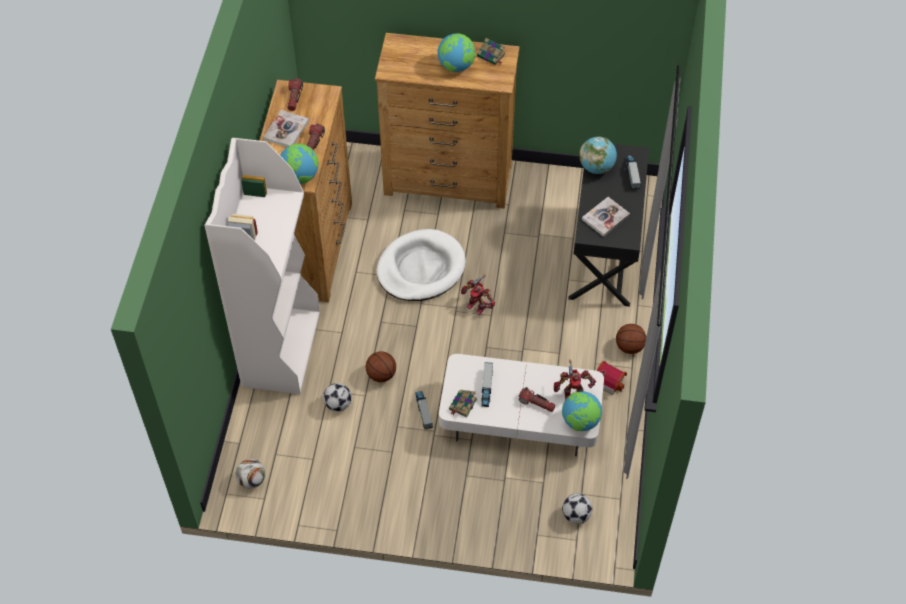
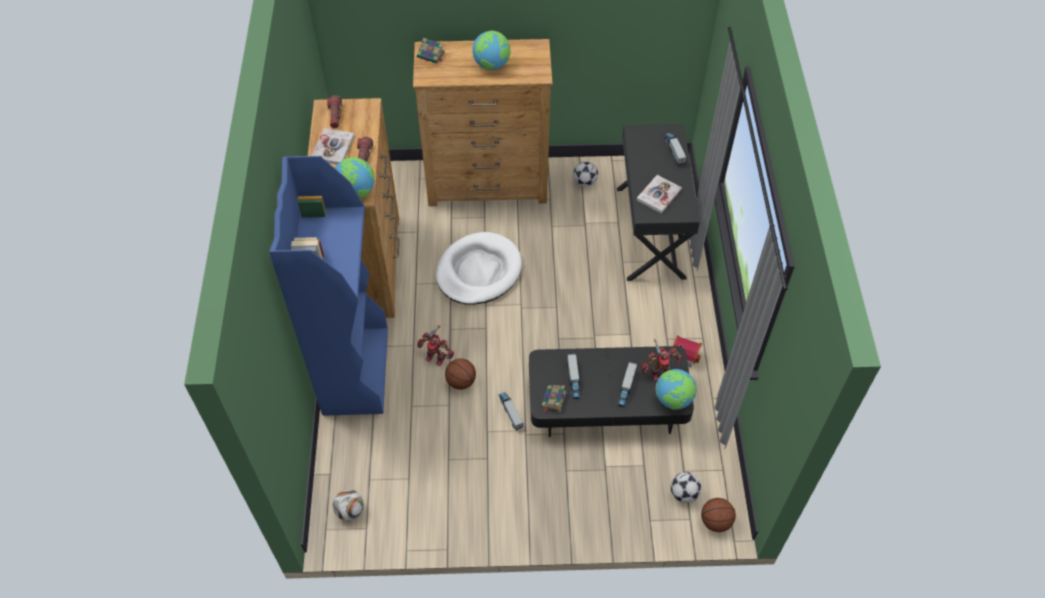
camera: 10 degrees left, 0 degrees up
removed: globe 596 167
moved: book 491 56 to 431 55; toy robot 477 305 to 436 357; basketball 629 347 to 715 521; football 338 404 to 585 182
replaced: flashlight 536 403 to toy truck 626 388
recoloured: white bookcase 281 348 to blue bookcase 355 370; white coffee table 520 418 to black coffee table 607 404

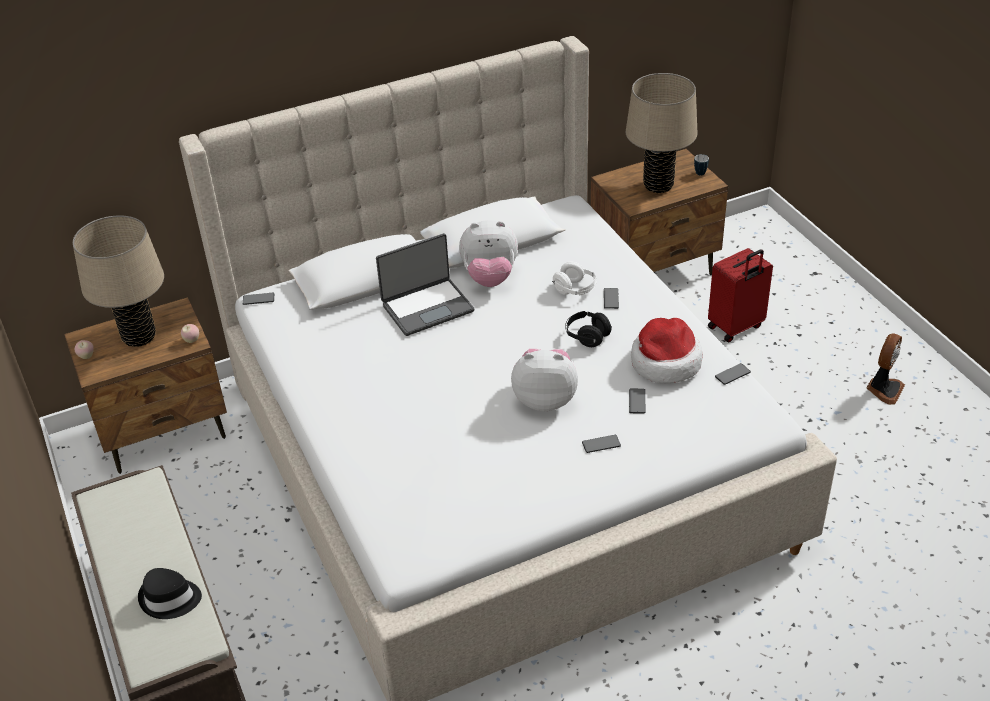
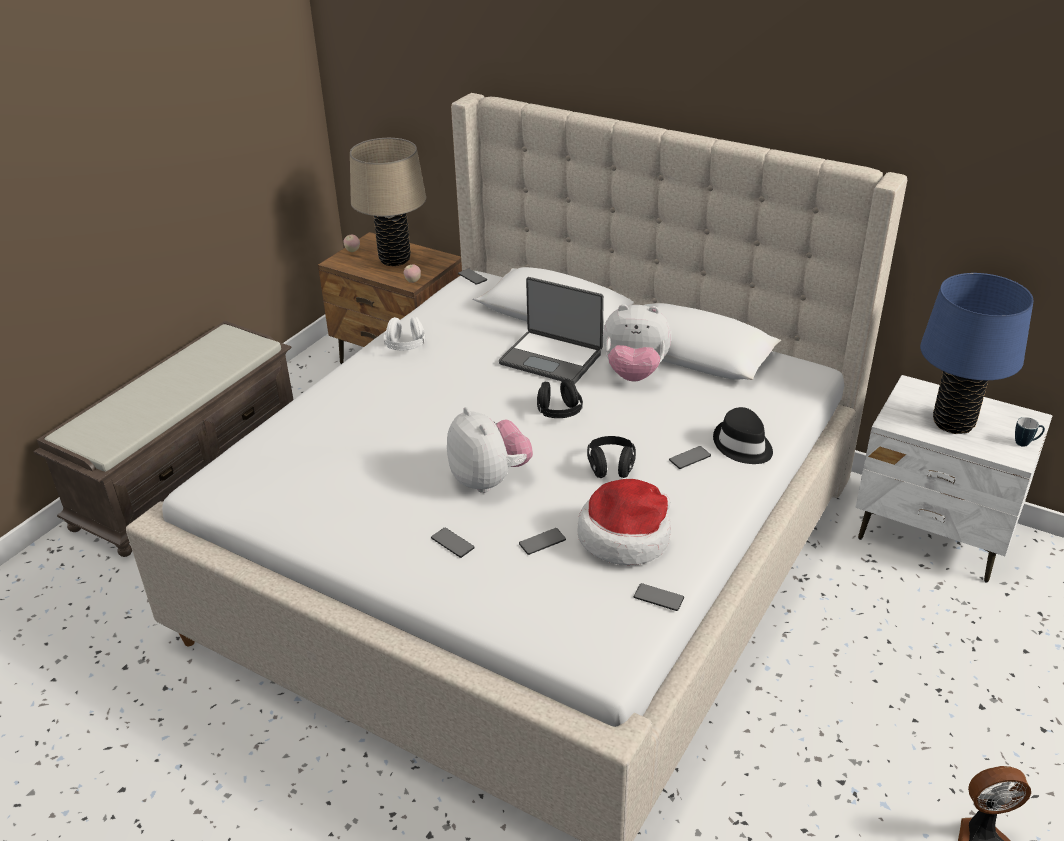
camera: 55 degrees right, 5 degrees down
removed: red suitcase 736 327
added: black headphones 559 413
moved: white headphones 575 290 to 405 347; black hat 170 599 to 742 445
recoloured: beige table lamp 658 185 to blue table lamp 953 423; brown nightstand 655 270 to white nightstand 933 534
turned: plush toy 490 278 = 634 373 45 degrees counterclockwise

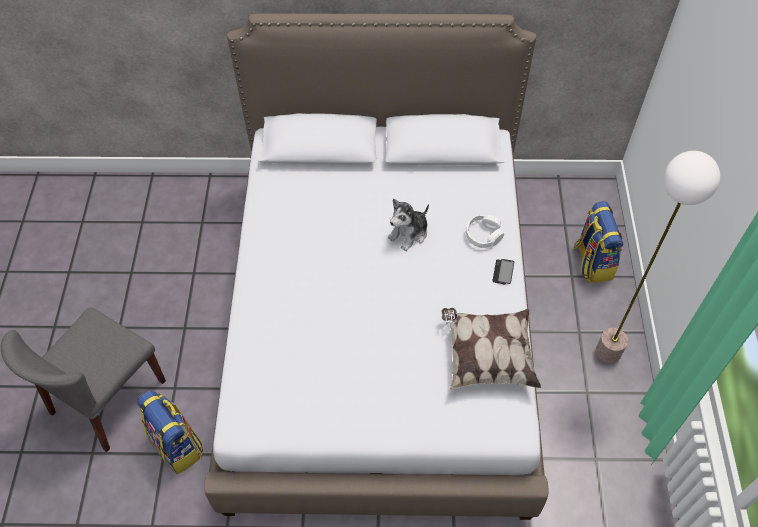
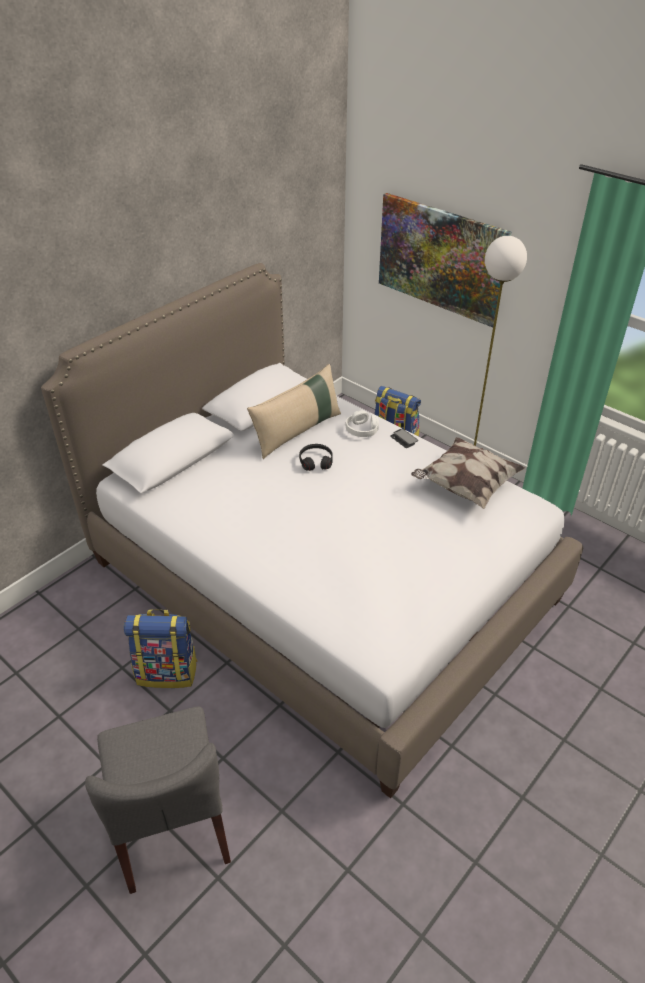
camera: 50 degrees left, 15 degrees down
added: picture 441 258; beige pillow 297 431
moved: backpack 178 445 to 168 672
replaced: plush toy 409 233 to black headphones 316 461

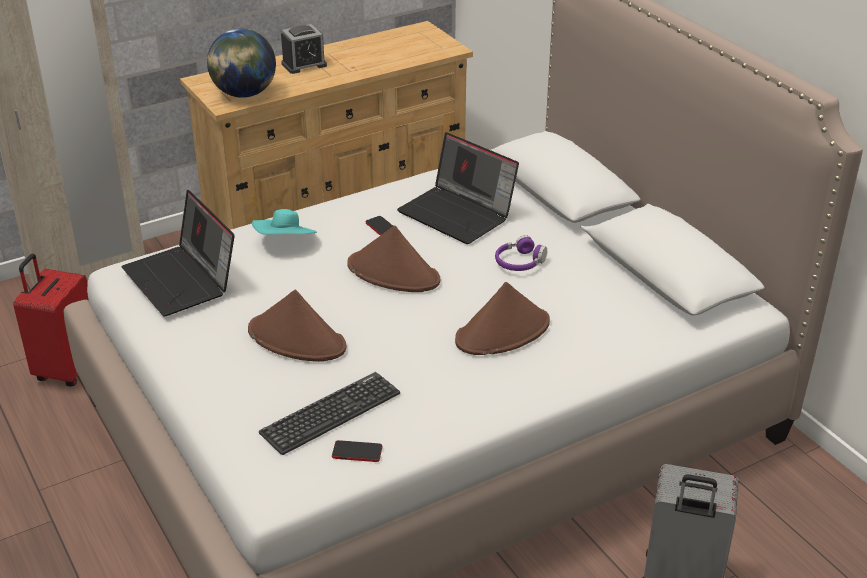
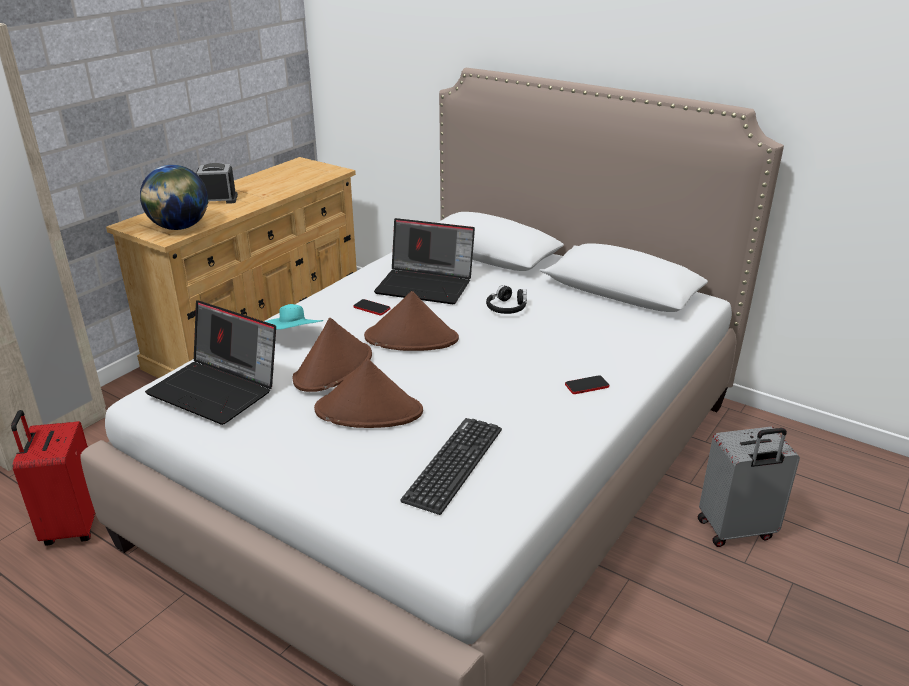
camera: 25 degrees left, 5 degrees down
moved: brown hat 503 332 to 333 368; phone 357 452 to 586 385
recoloured: purple headphones 519 262 to black headphones 507 308
turned: alarm clock 304 65 = 218 199 135 degrees counterclockwise

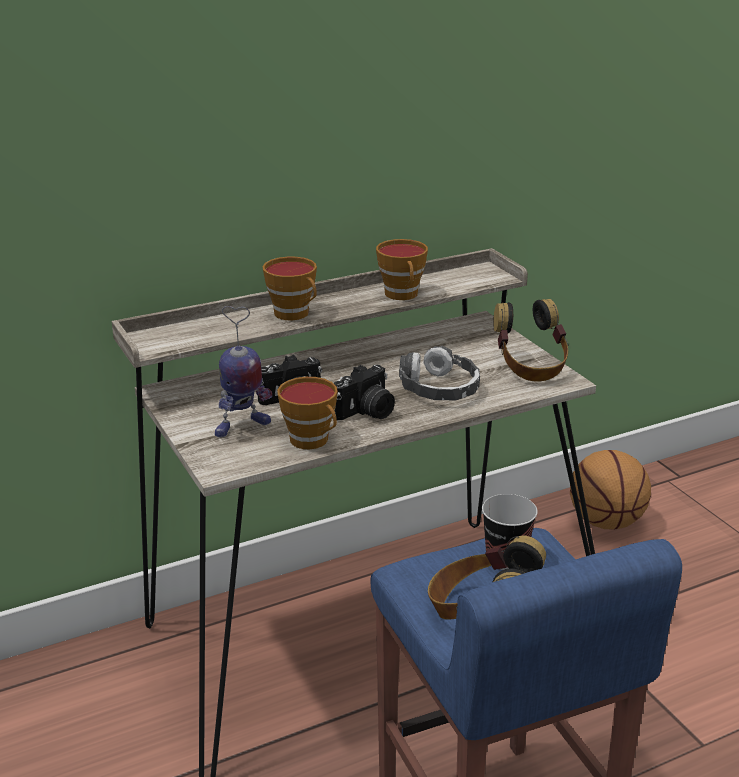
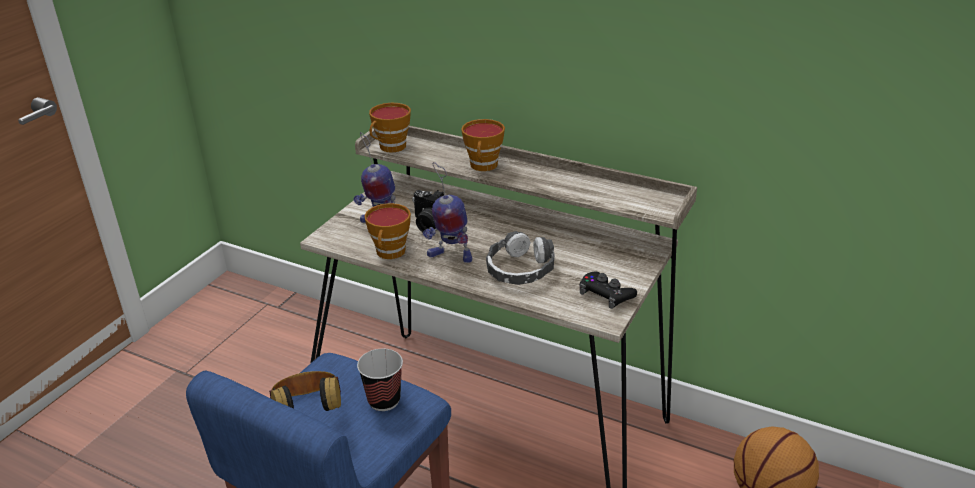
camera: 55 degrees right, 5 degrees up
moved: cup 403 295 to 390 148
replaced: headphones 530 367 to black game controller 606 294; photo camera 366 412 to toy robot 449 256

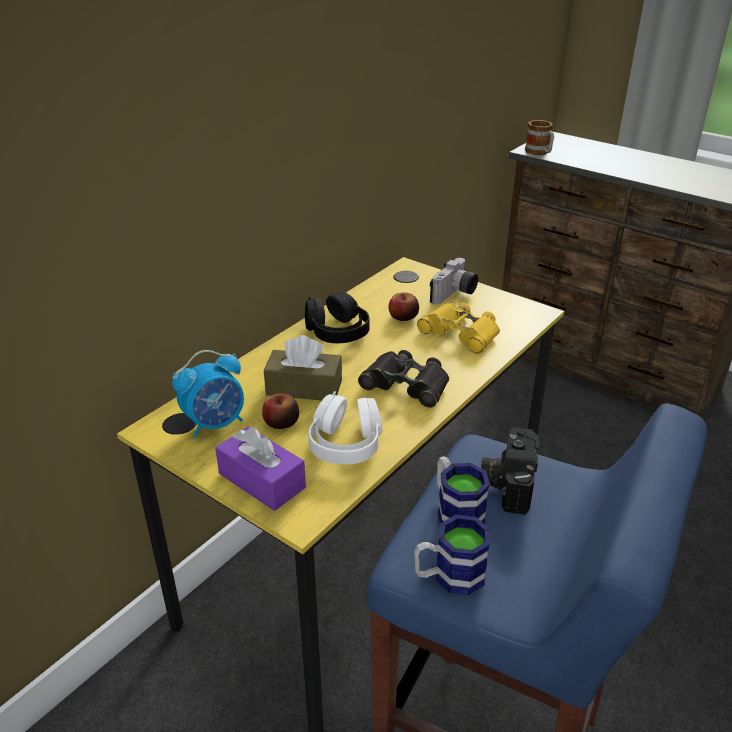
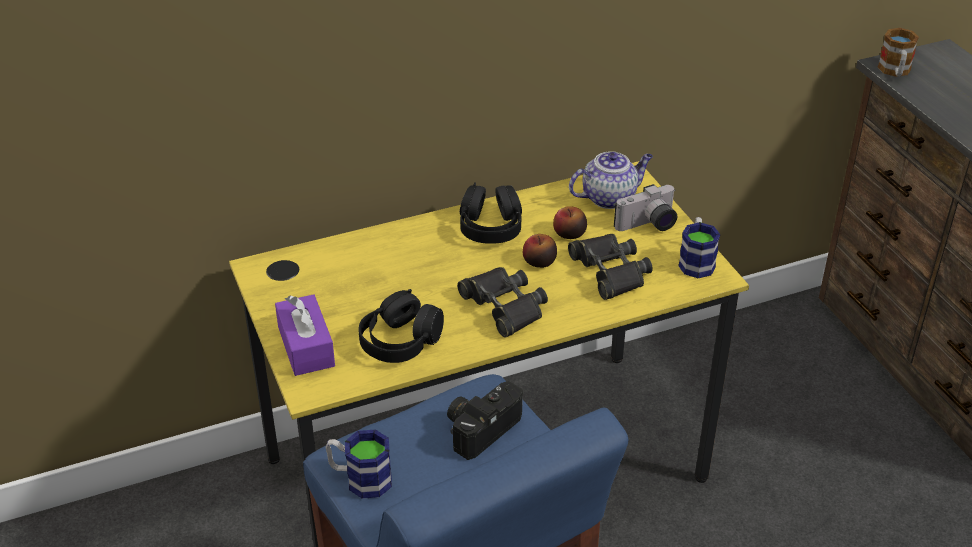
camera: 30 degrees right, 5 degrees up
removed: brown tissue box 304 387; alarm clock 215 423
added: teapot 609 197
moved: apple 281 423 to 539 261; mug 455 511 to 696 261
recoloured: yellow binoculars 460 333 to black binoculars 610 271; white headphones 346 443 to black headphones 400 341

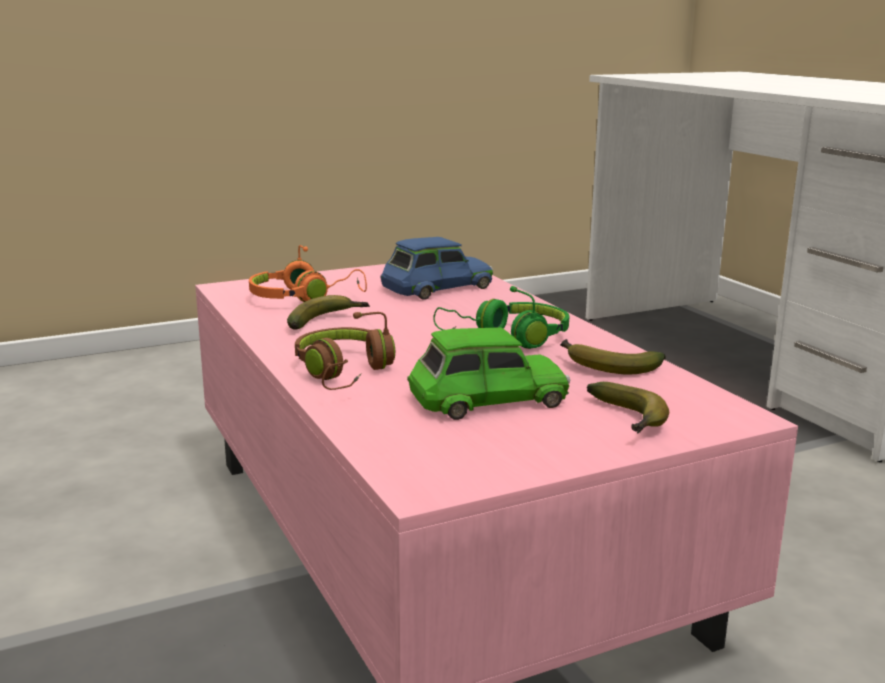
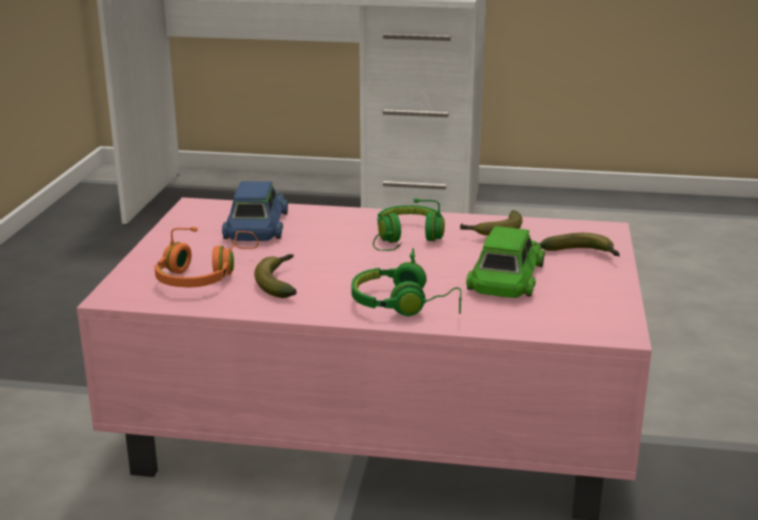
camera: 55 degrees left, 5 degrees up
recoloured: brown headphones 345 373 to green headphones 406 305

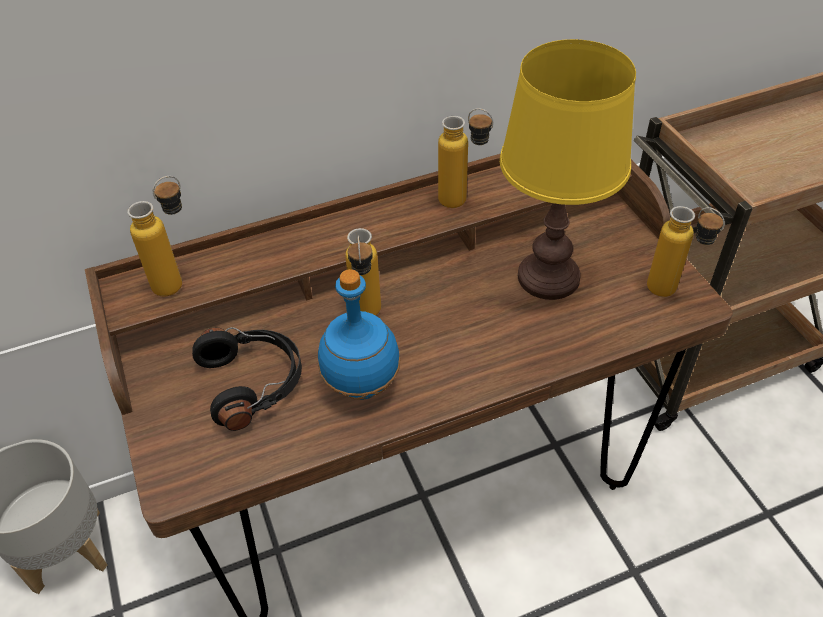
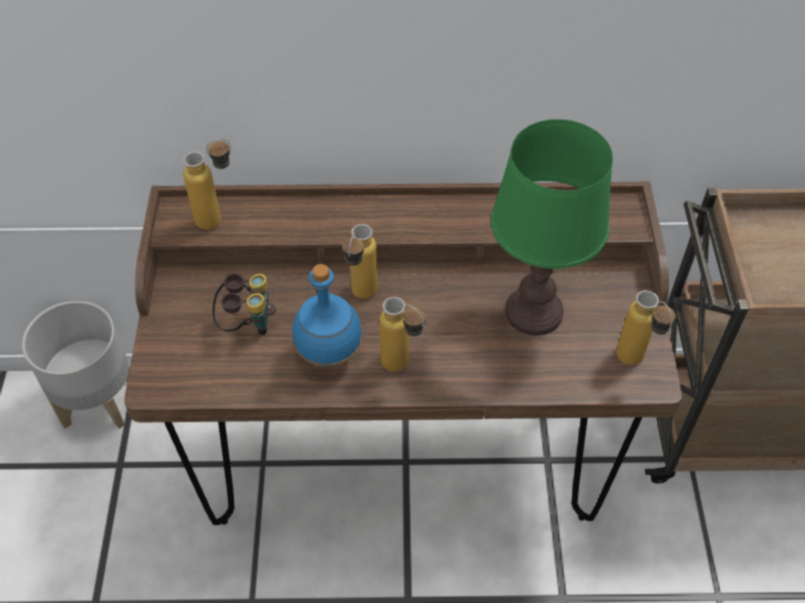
camera: 20 degrees right, 5 degrees up
moved: bottle 463 203 to 403 368
replaced: black headphones 254 383 to binoculars 247 323
recoloured: yellow table lamp 549 278 to green table lamp 534 313

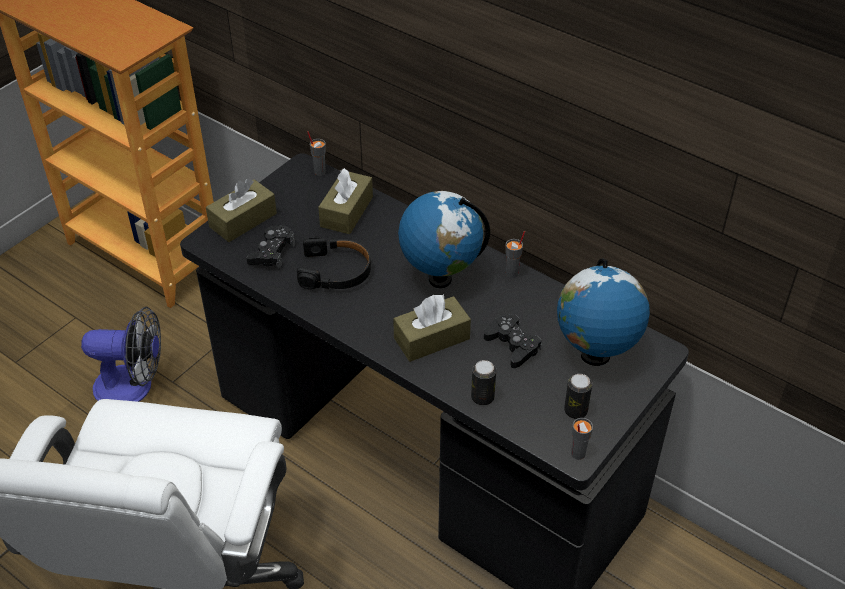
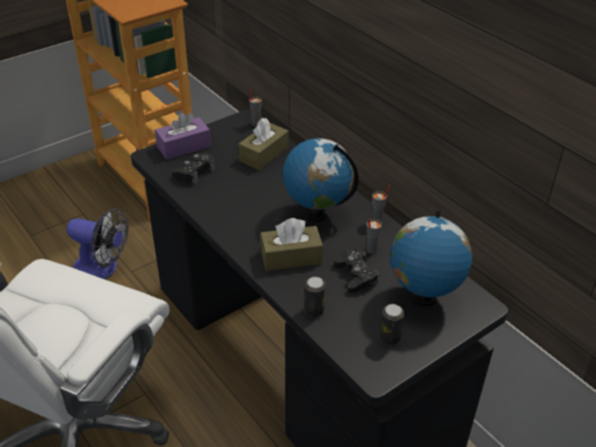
camera: 15 degrees right, 5 degrees down
removed: black headphones 336 271
moved: grey cup 577 454 to 371 250
recoloured: brown tissue box 243 220 to purple tissue box 184 146

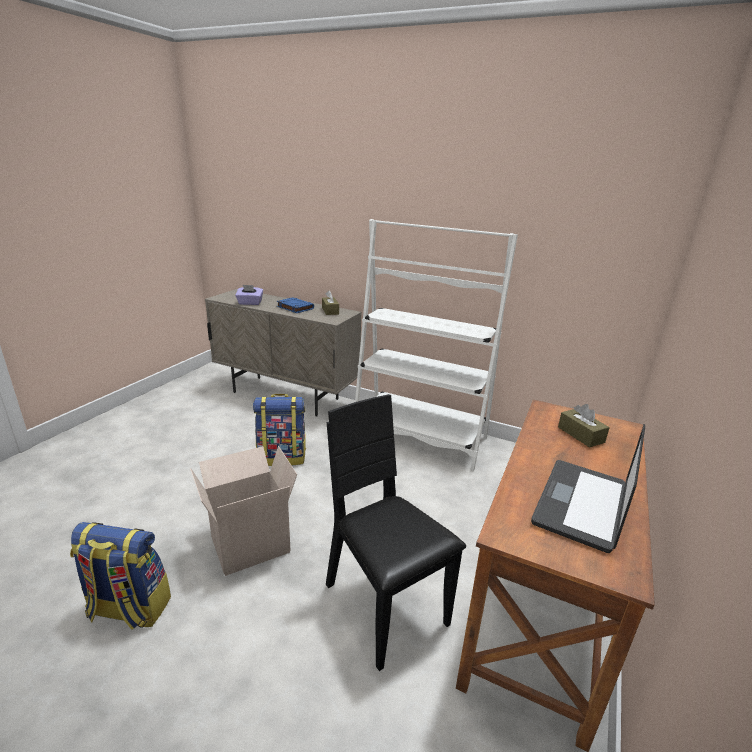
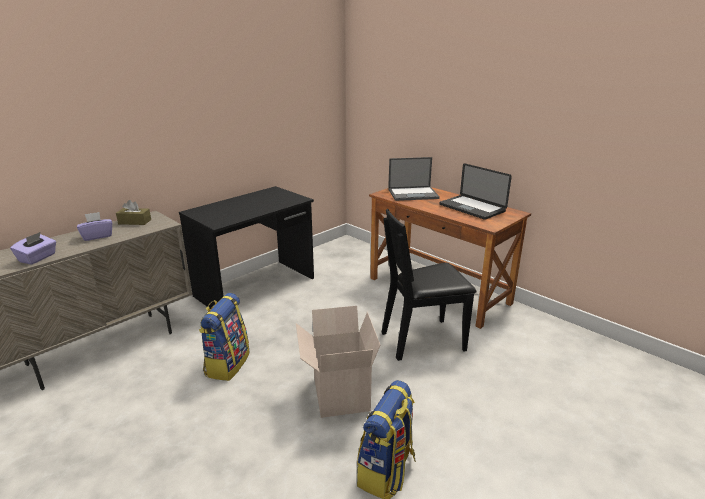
camera: 70 degrees left, 0 degrees up
replaced: white bookcase 420 436 to black desk 256 287; blue book 294 307 to purple tissue box 97 236; brown tissue box 580 435 to laptop 413 194

